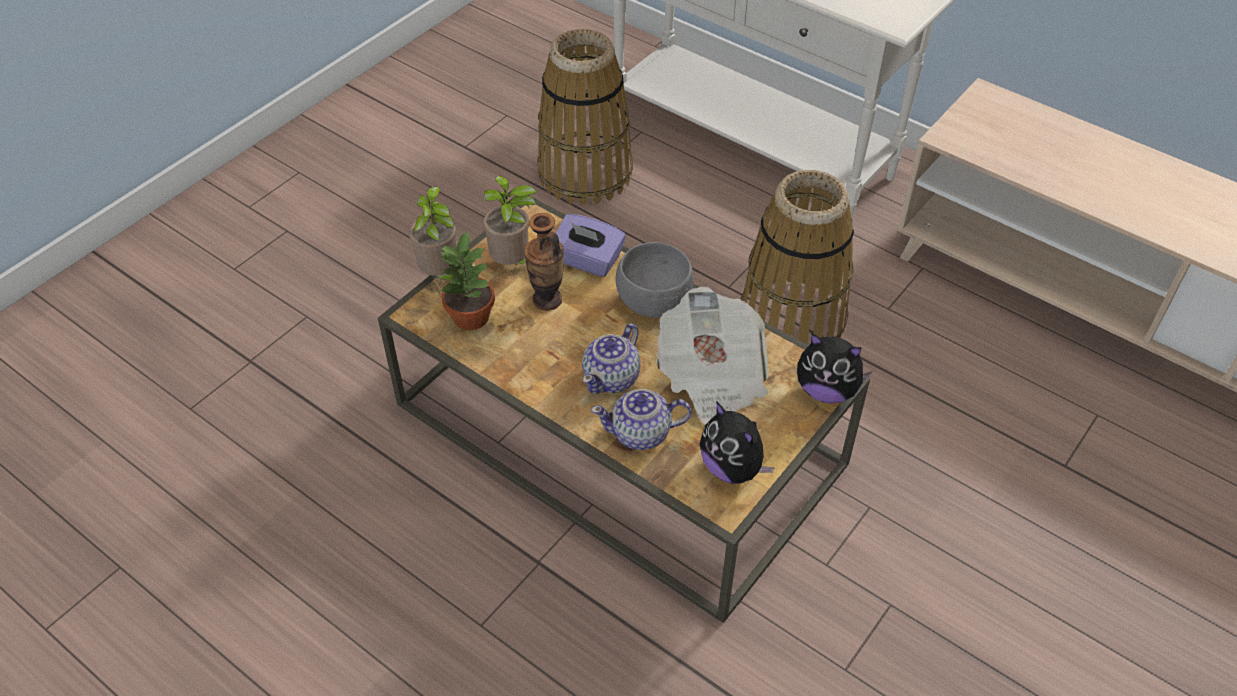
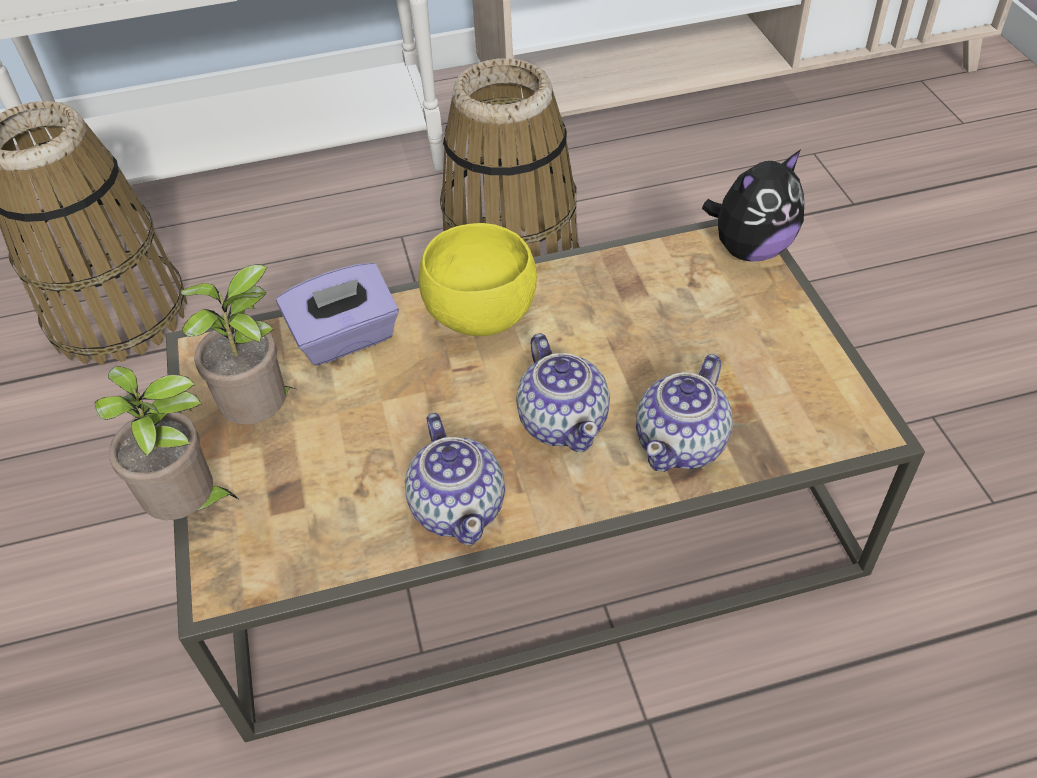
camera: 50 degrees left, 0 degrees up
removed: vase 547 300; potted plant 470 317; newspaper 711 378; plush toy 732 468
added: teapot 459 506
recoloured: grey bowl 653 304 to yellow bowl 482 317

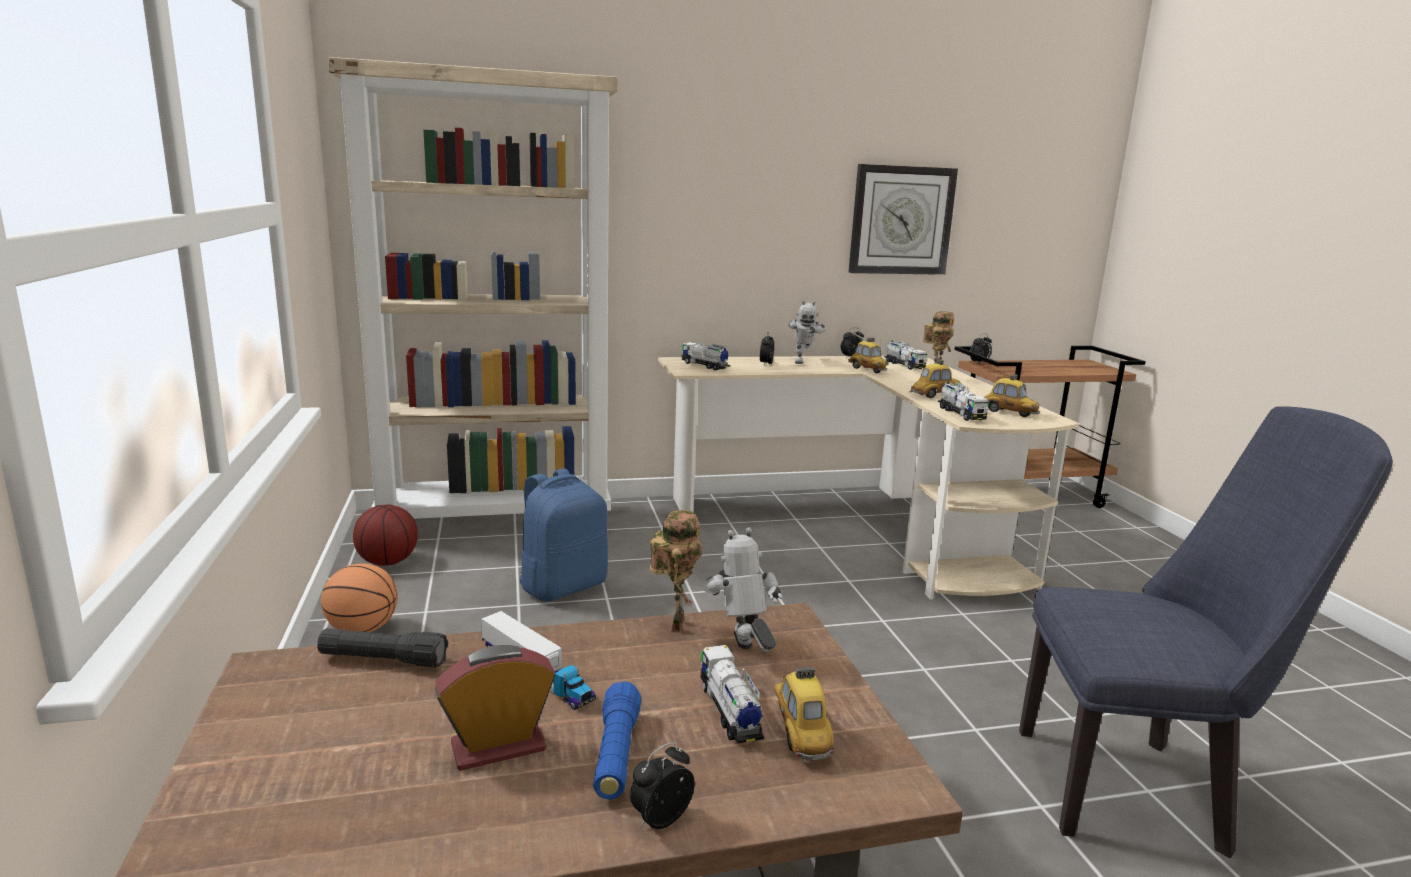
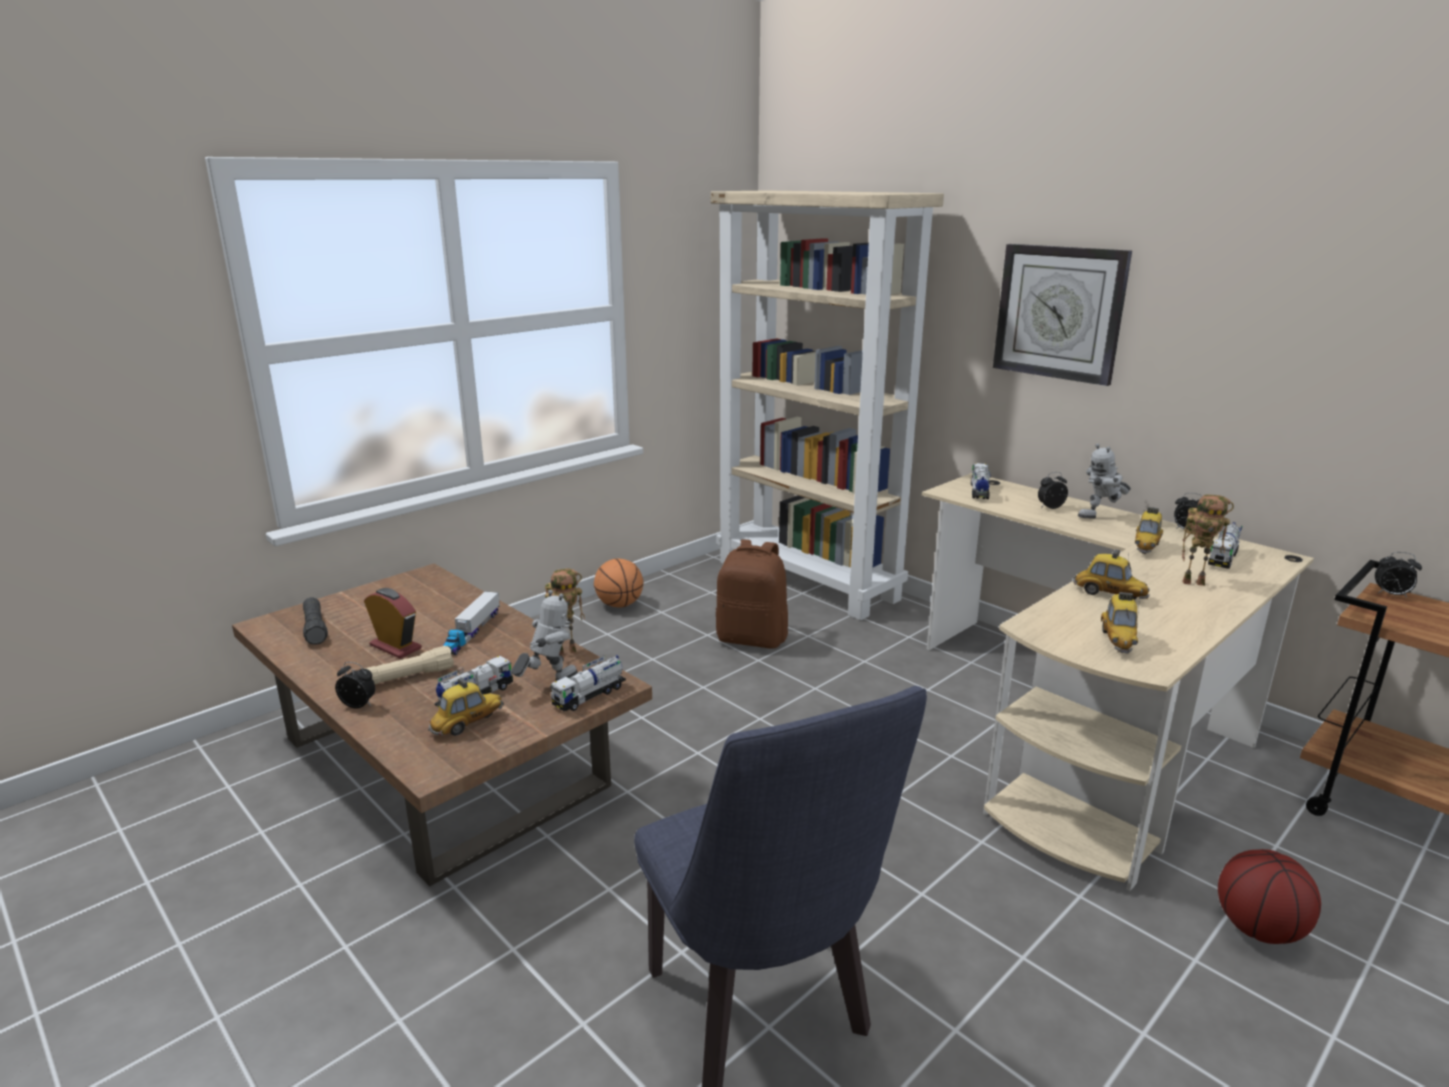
camera: 60 degrees right, 5 degrees up
moved: wall clock 901 220 to 1059 312; toy truck 961 414 to 589 696; basketball 387 562 to 1258 929; black flashlight 383 660 to 315 628
recoloured: blue backpack 563 586 to brown backpack 752 638; blue flashlight 616 754 to beige flashlight 408 677

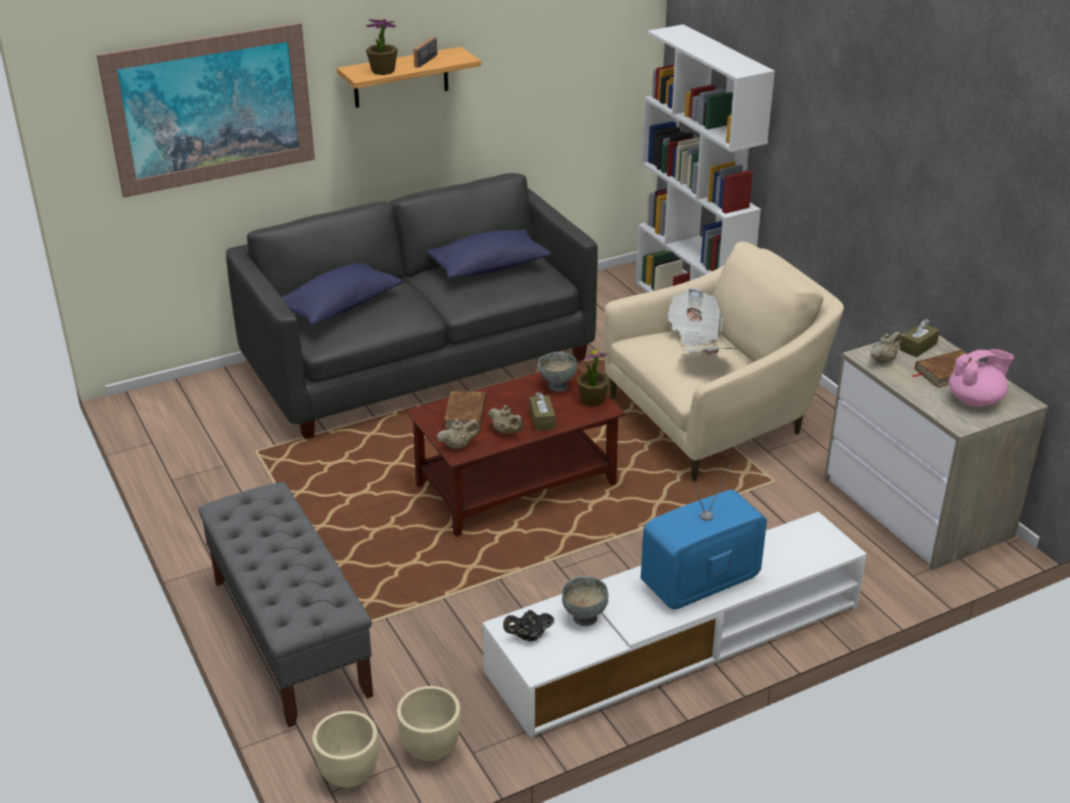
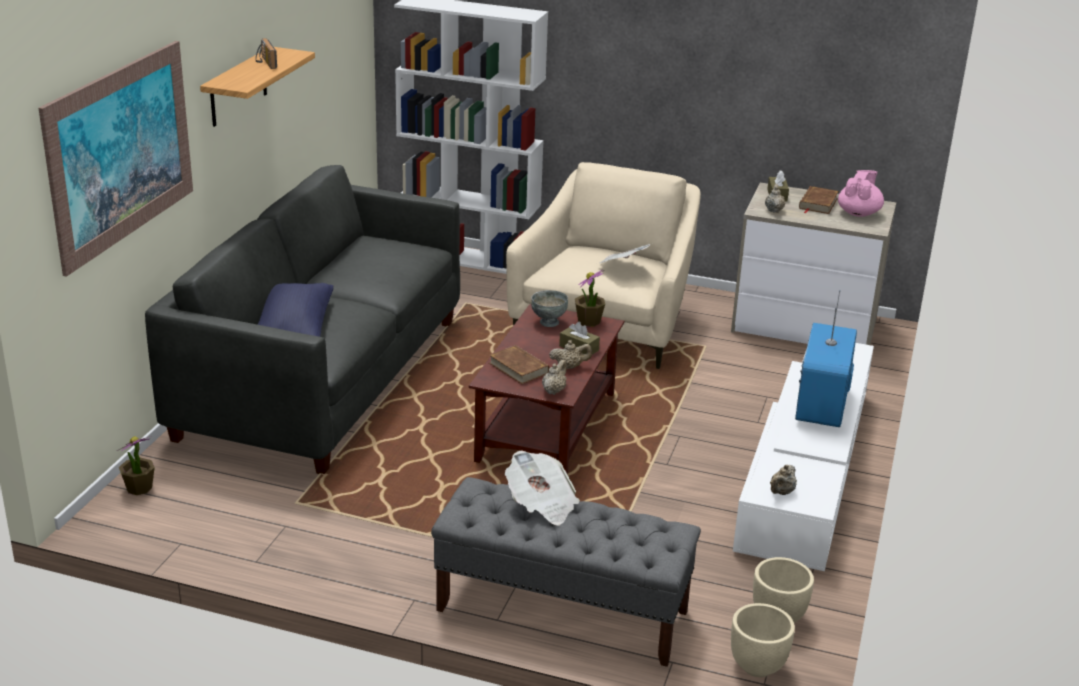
camera: 45 degrees left, 5 degrees down
removed: blue pillow 488 268; grey bowl 584 617
moved: potted plant 383 71 to 139 488; newspaper 694 332 to 541 504
recoloured: black teapot 528 637 to beige teapot 781 492

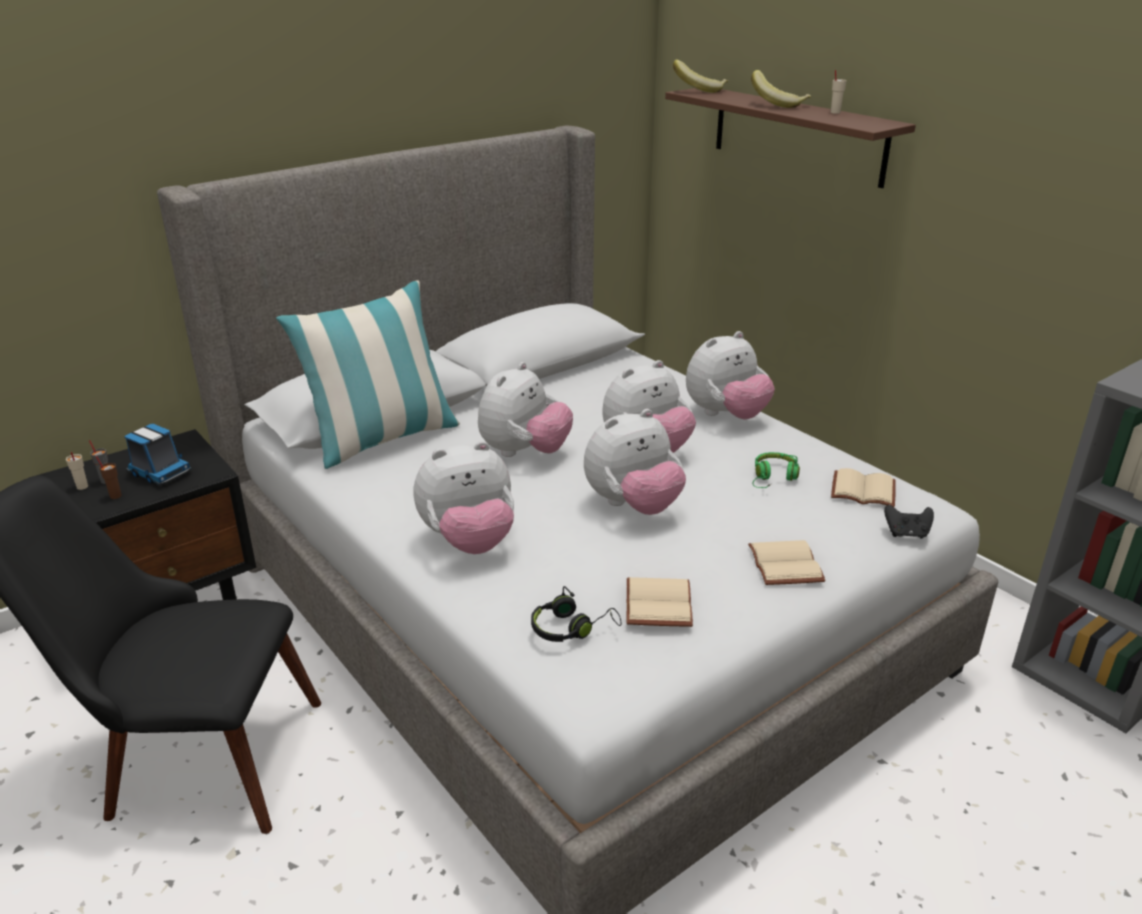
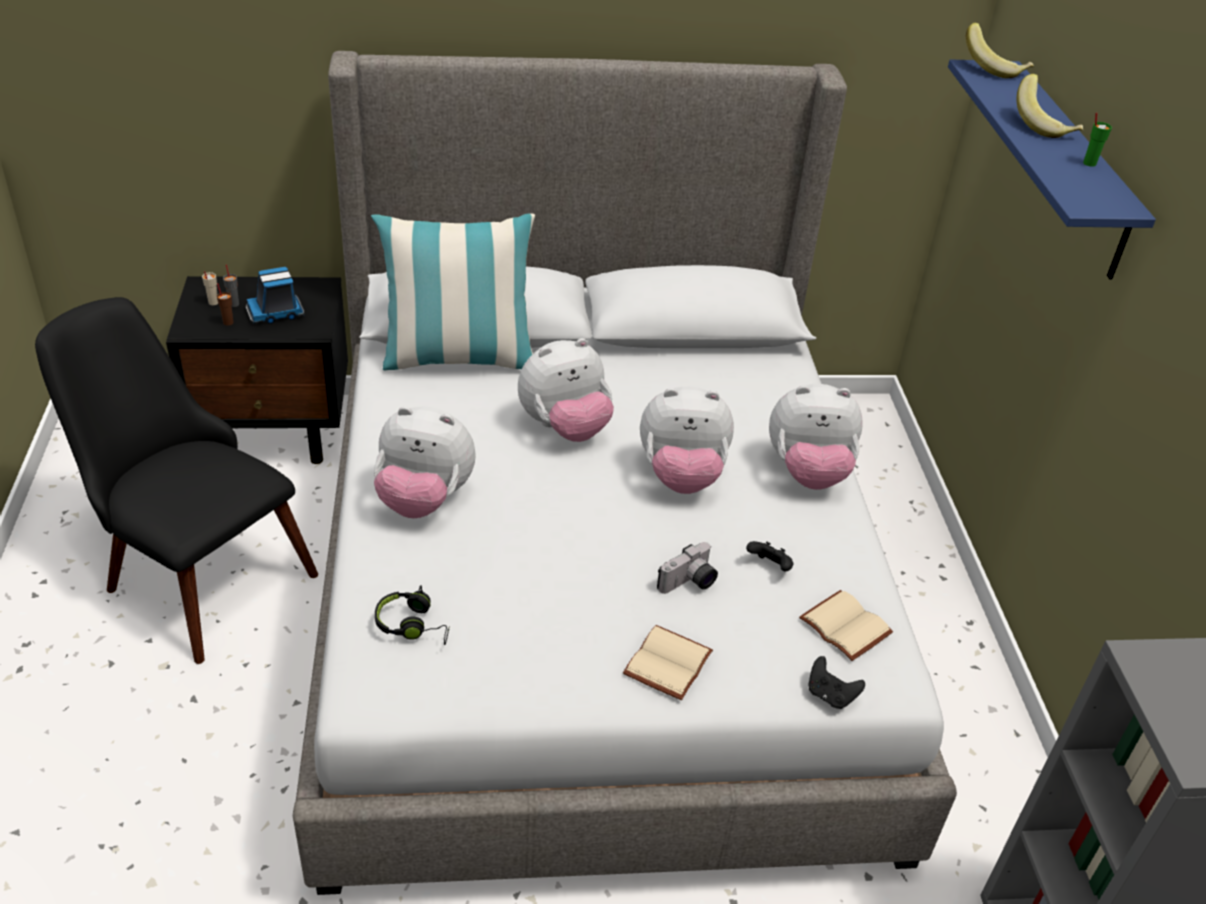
camera: 30 degrees right, 10 degrees up
removed: plush toy 633 506; beige book 656 603
added: photo camera 689 583
replaced: green headphones 773 477 to black game controller 770 567
recoloured: beige cup 835 112 to green cup 1089 163; brown shelf 797 135 to blue shelf 1067 168
turned: toy truck 159 472 = 276 312 90 degrees clockwise

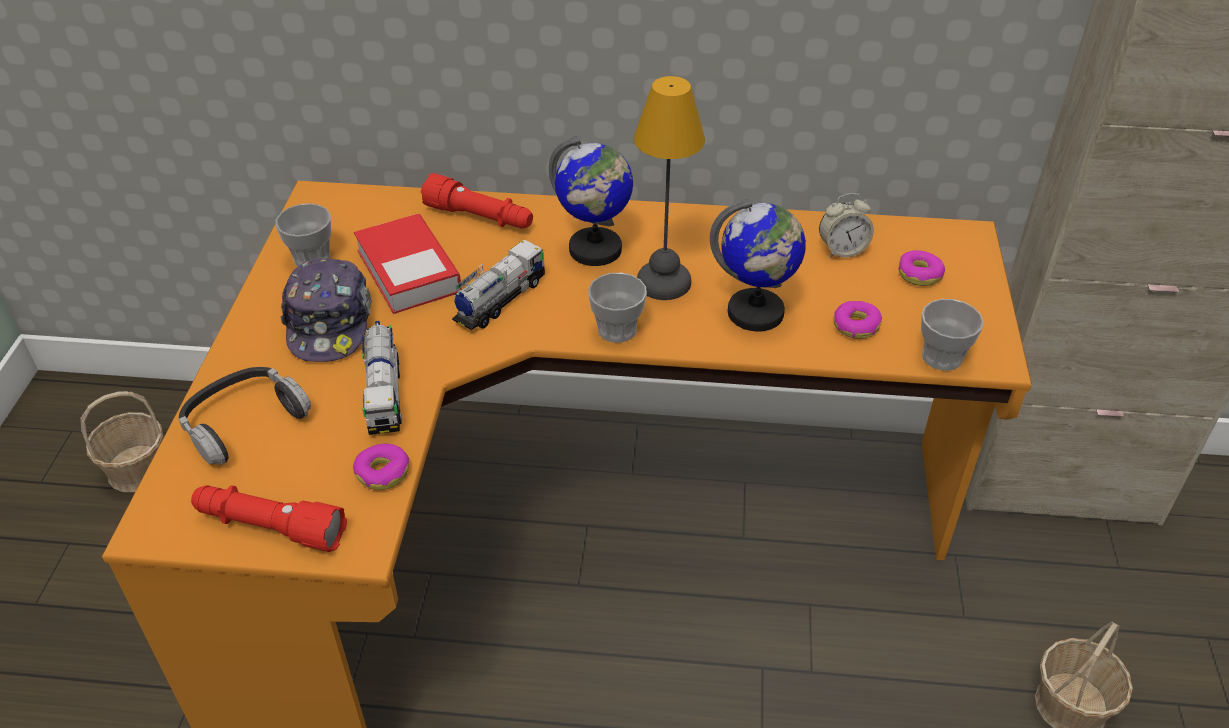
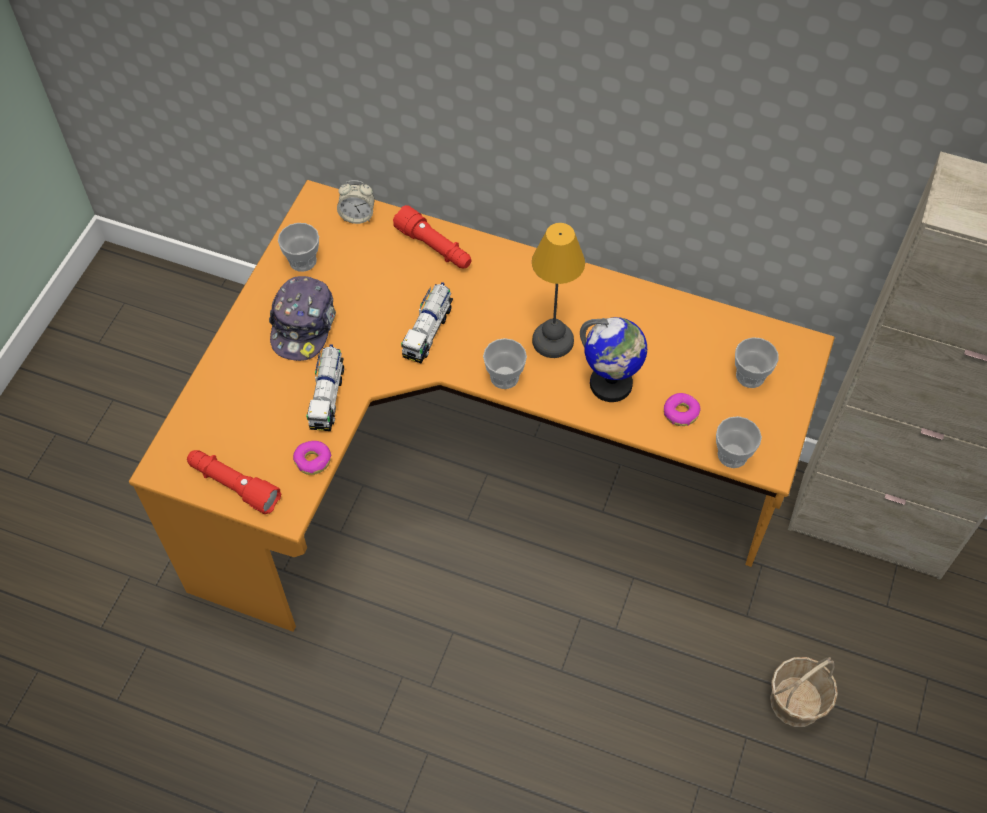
camera: 15 degrees right, 15 degrees up
removed: globe 595 250; book 408 271; headphones 244 422; basket 137 470
moved: alarm clock 842 250 to 357 216
replaced: donut 919 274 to cup 750 376
turned: toy truck 500 300 = 428 331 150 degrees clockwise

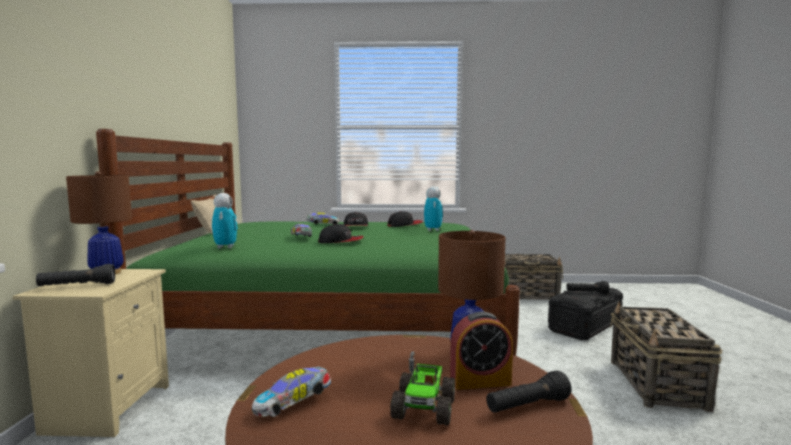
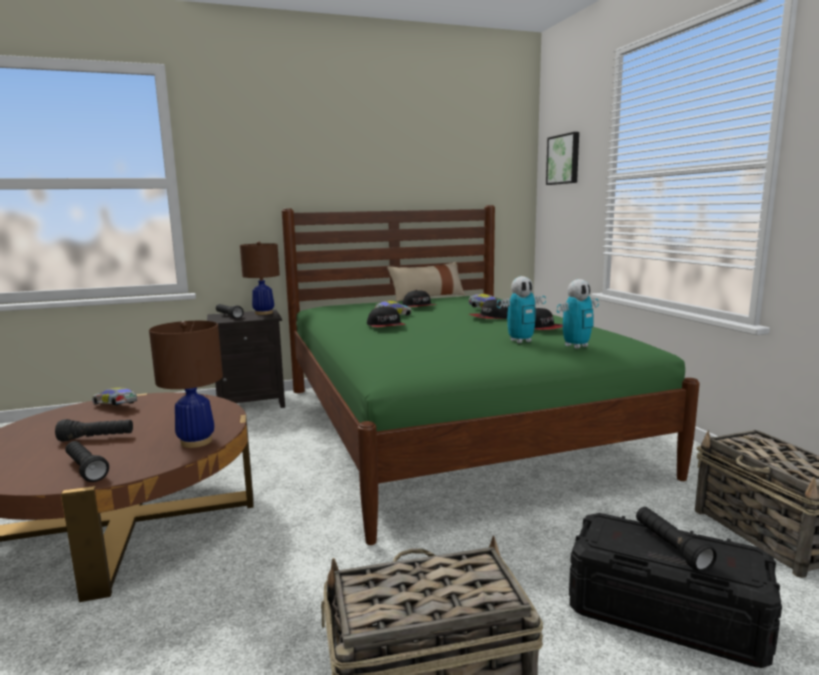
camera: 70 degrees right, 5 degrees up
removed: alarm clock 480 381
added: picture 564 159; cap 419 307
moved: toy robot 225 247 to 576 346
replaced: toy truck 424 408 to black flashlight 97 438
recoloured: beige nightstand 108 407 to black nightstand 252 403

